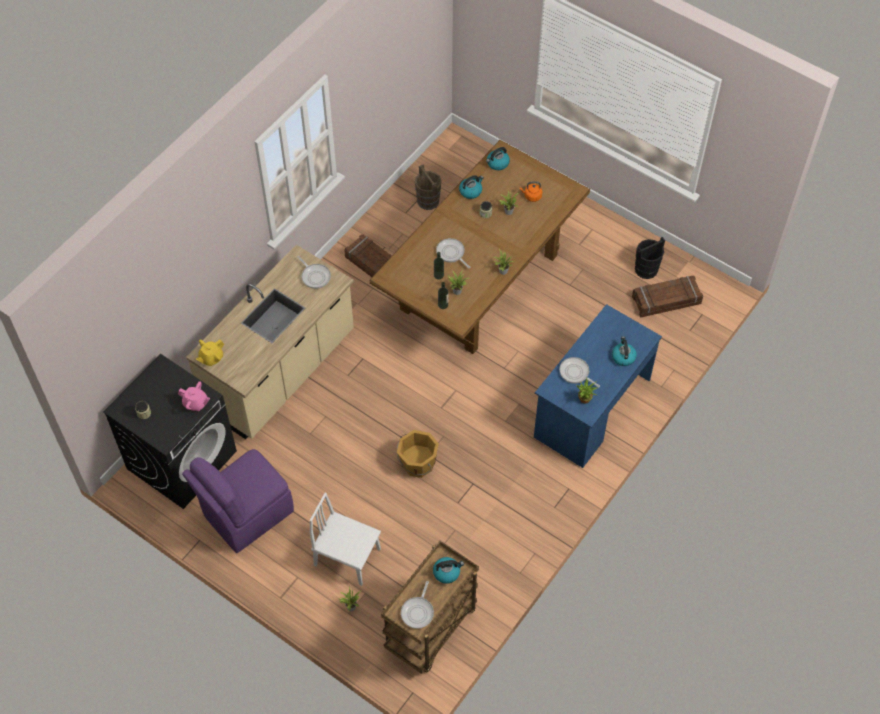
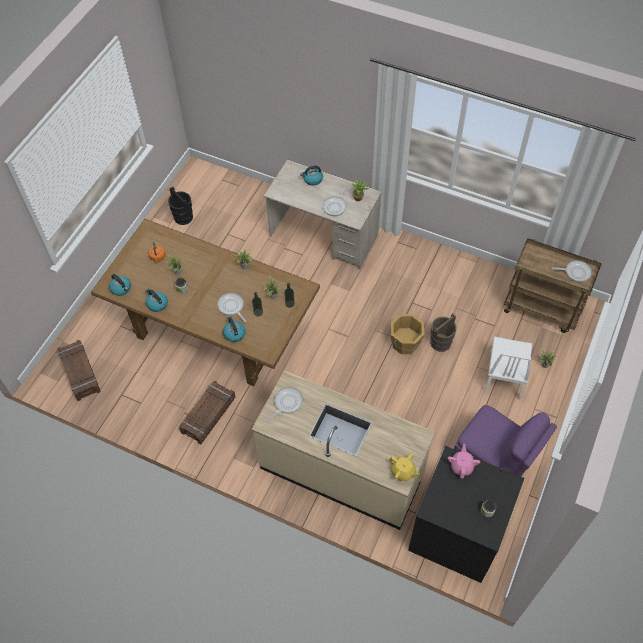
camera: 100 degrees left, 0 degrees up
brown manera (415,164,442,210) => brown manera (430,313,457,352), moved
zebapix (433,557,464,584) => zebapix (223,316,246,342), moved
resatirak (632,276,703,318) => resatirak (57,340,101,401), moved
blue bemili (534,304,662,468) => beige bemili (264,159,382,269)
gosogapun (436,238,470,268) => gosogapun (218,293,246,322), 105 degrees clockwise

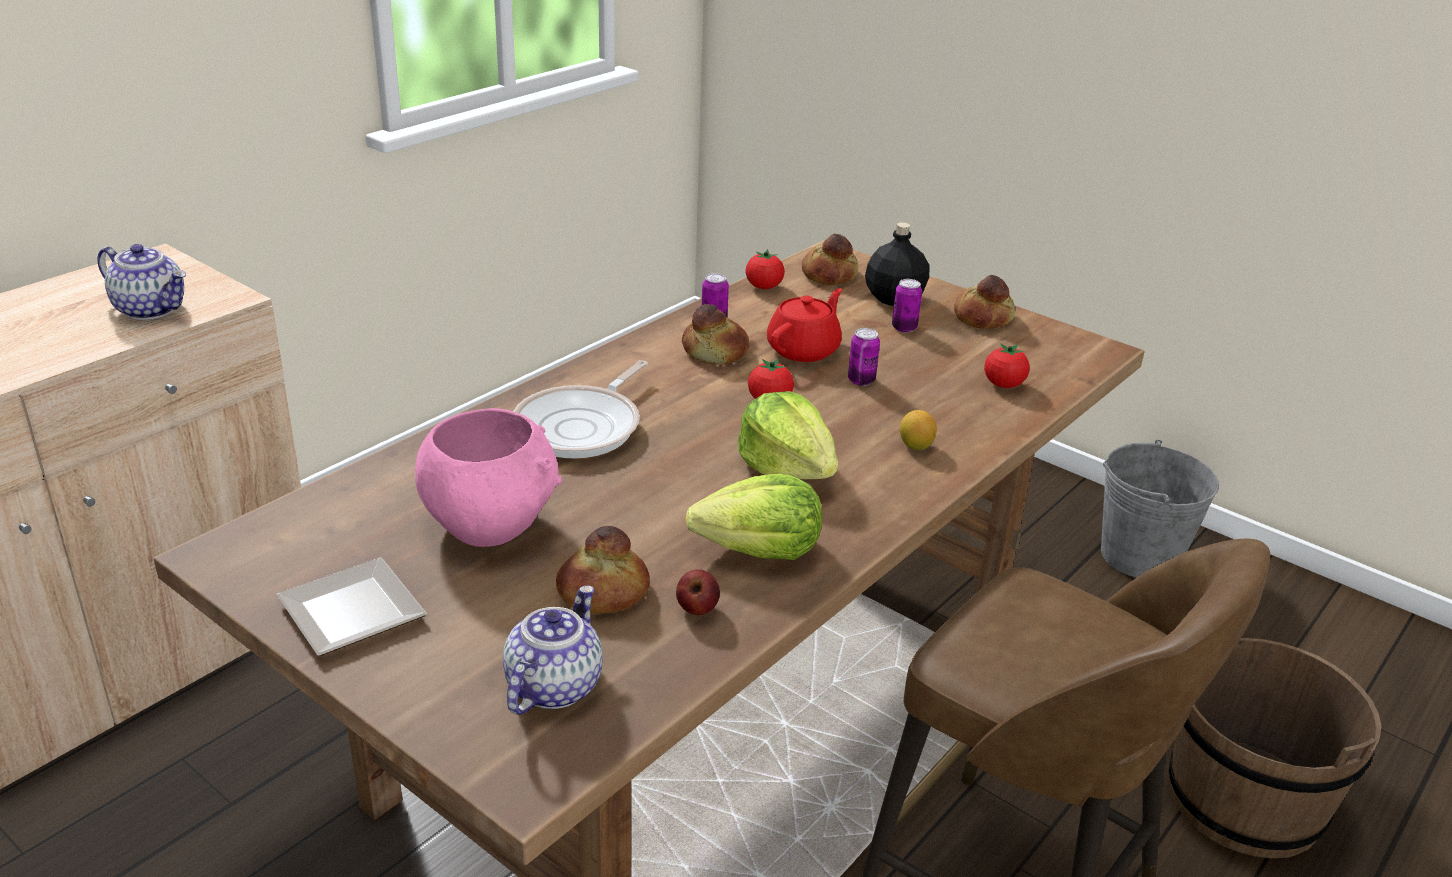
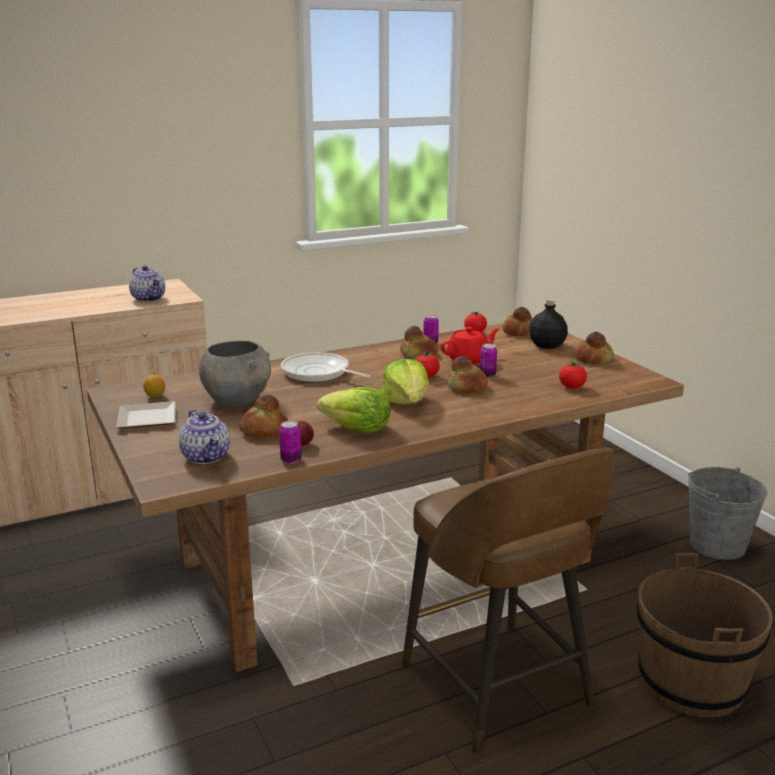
camera: 25 degrees right, 10 degrees down
nothing => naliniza (447,355,488,393)
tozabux (892,279,922,333) => tozabux (279,421,301,464), moved
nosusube (900,410,937,450) => nosusube (143,375,165,398), moved
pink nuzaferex (415,408,562,547) => grey nuzaferex (199,341,271,407)
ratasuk (503,585,603,715) => ratasuk (179,410,230,464), 105 degrees clockwise
gosogapun (513,360,648,459) => gosogapun (281,352,370,382), 75 degrees clockwise

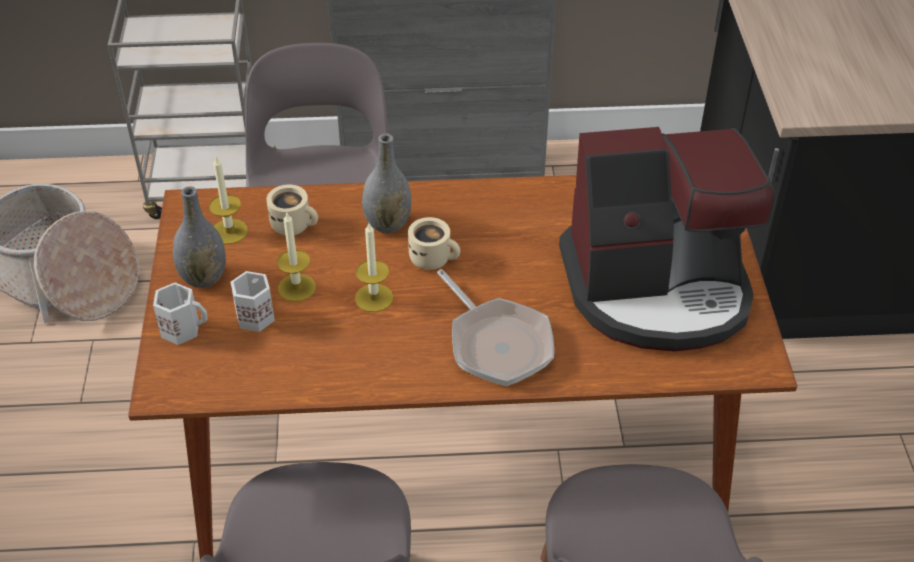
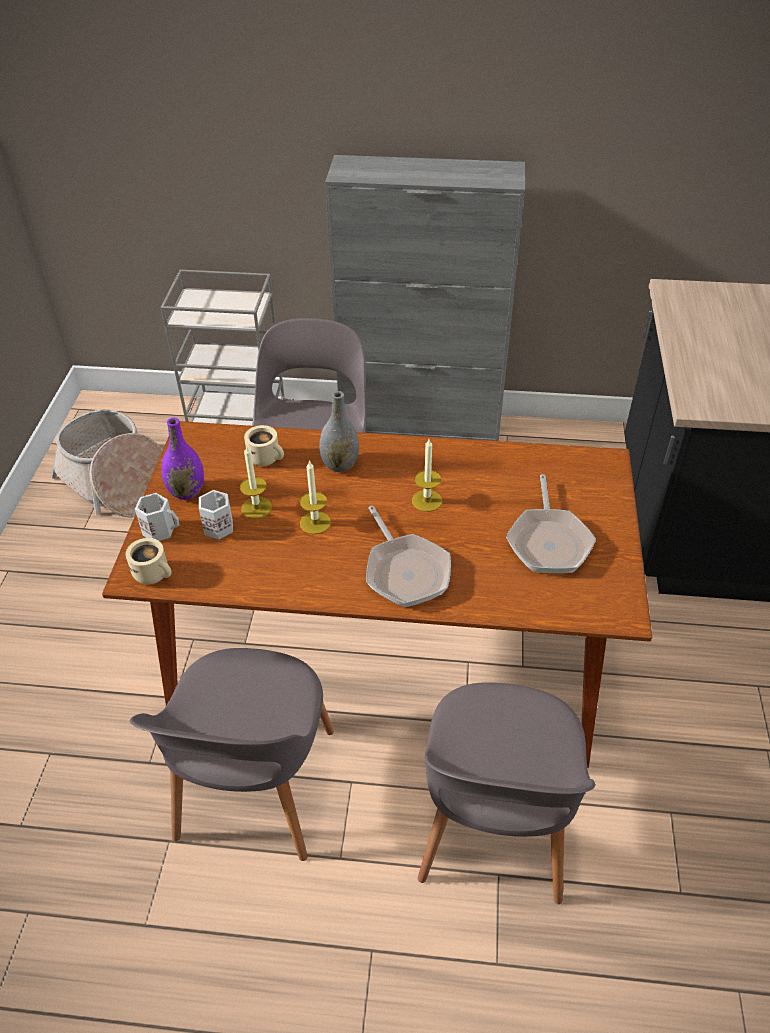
camera: 10 degrees right, 0 degrees up
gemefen (209,157,248,244) => gemefen (412,439,442,512), moved
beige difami (408,217,460,270) => beige difami (126,538,172,585), moved
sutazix (559,127,775,352) => gosogapun (506,474,596,573)
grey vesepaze (173,186,226,288) => purple vesepaze (162,418,204,500)

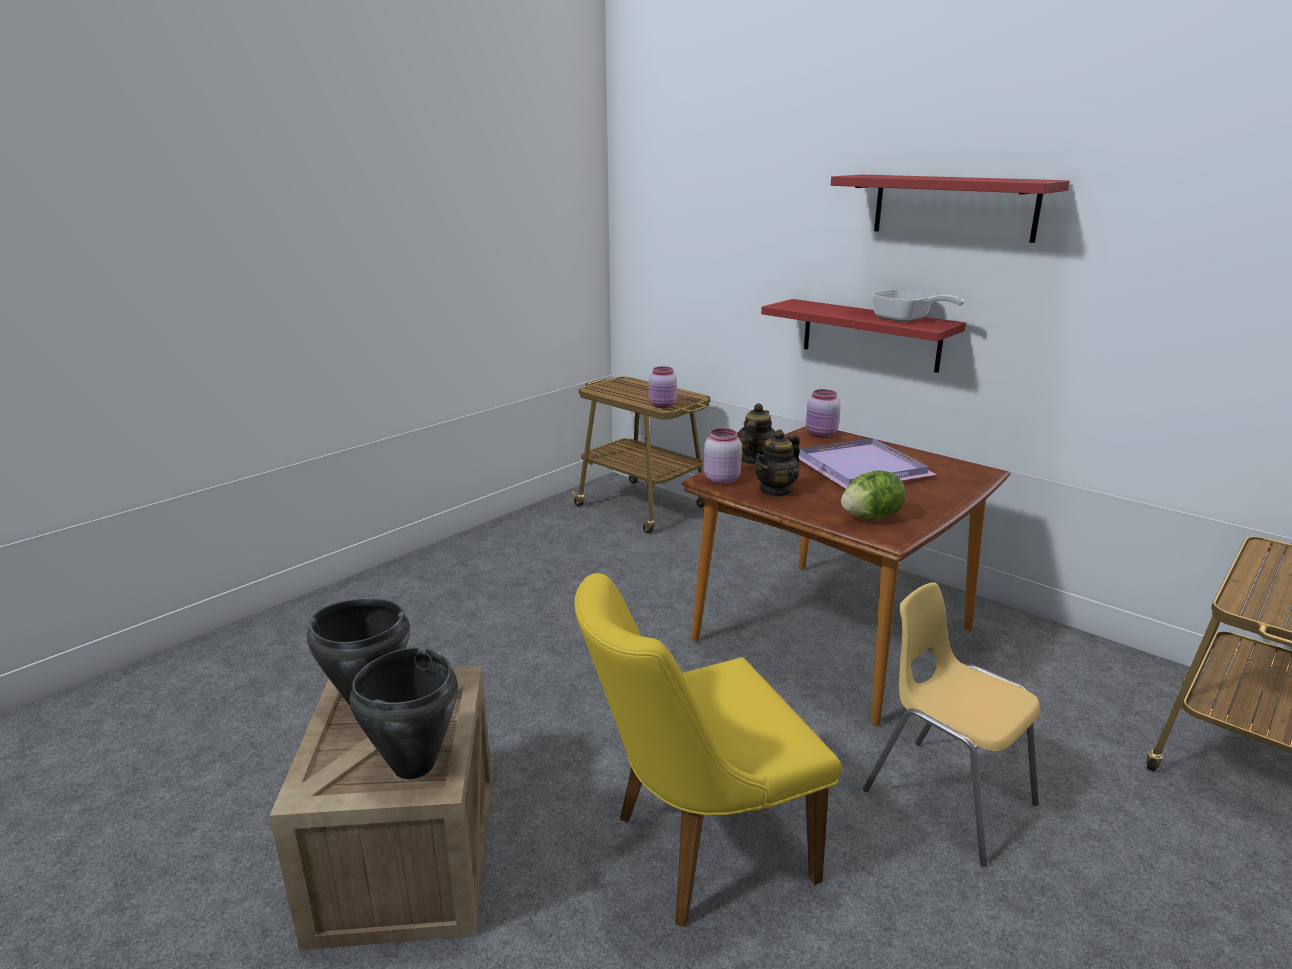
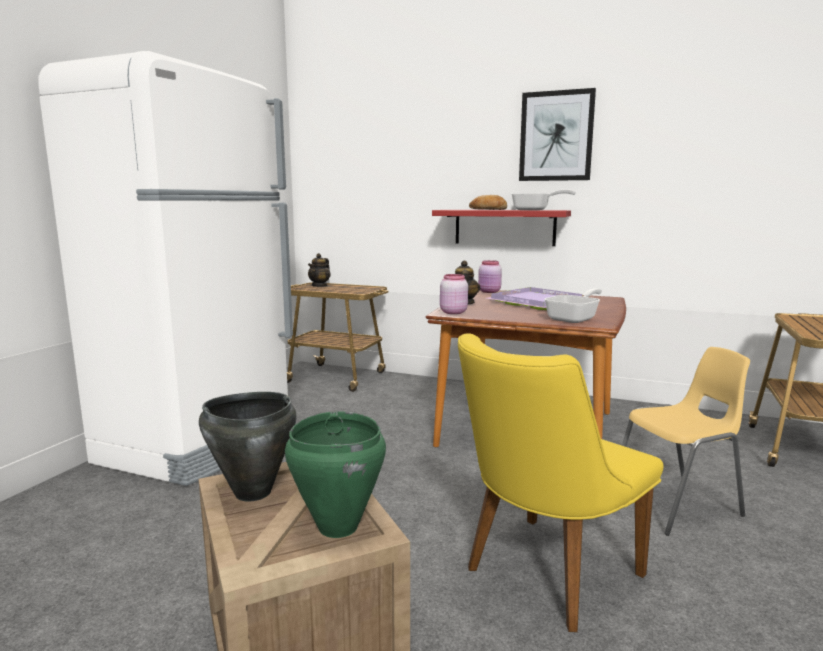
camera: 20 degrees left, 10 degrees down
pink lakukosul (649,366,677,408) => nothing
nothing => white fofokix (38,51,293,486)
nothing => naliniza (469,195,507,210)
ratasuk (754,429,800,497) => ratasuk (308,253,330,287), moved
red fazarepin (831,175,1070,243) => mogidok (519,88,596,181)
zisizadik (841,470,906,519) => gosogapun (544,288,602,323)
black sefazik (350,647,458,779) => green sefazik (285,411,386,538)
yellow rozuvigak (863,582,1040,867) => yellow rozuvigak (622,347,750,536), 135 degrees clockwise

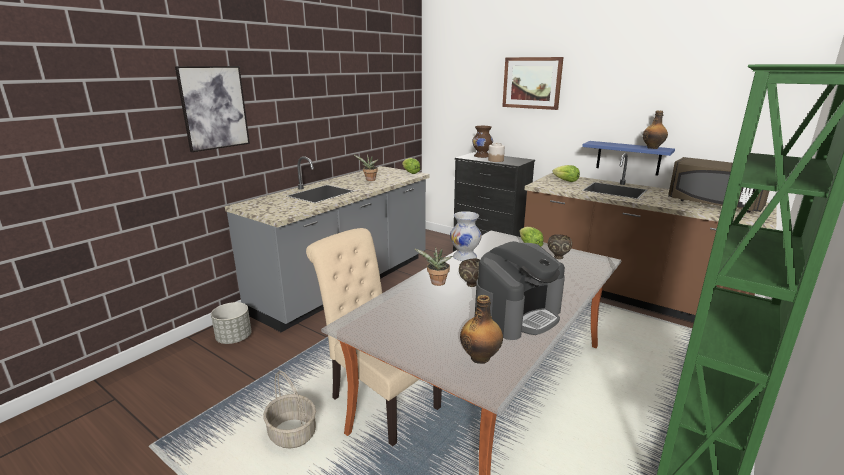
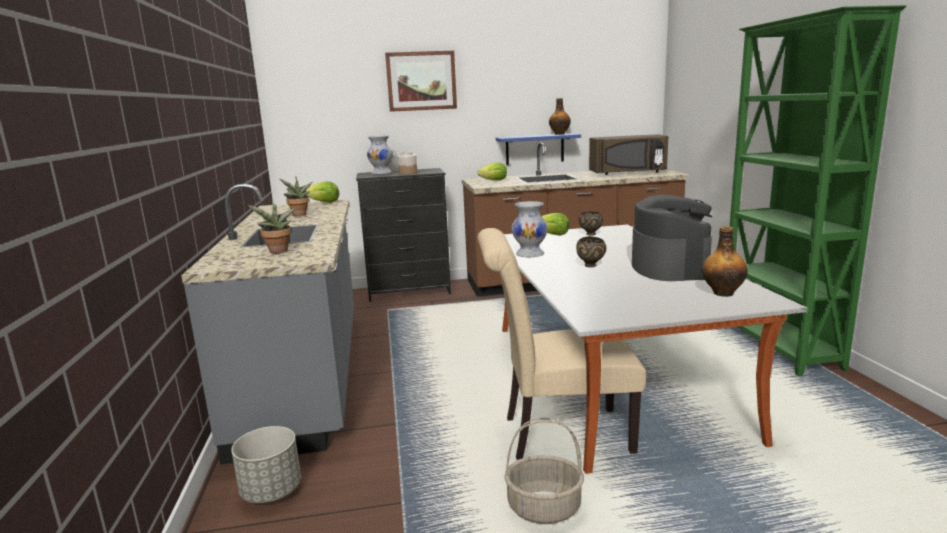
camera: 45 degrees left, 5 degrees down
mogidok (175,66,250,152) => nothing
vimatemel (414,247,453,286) => vimatemel (248,200,296,253), moved
brown vesepaze (472,126,493,158) => white vesepaze (367,135,393,174)

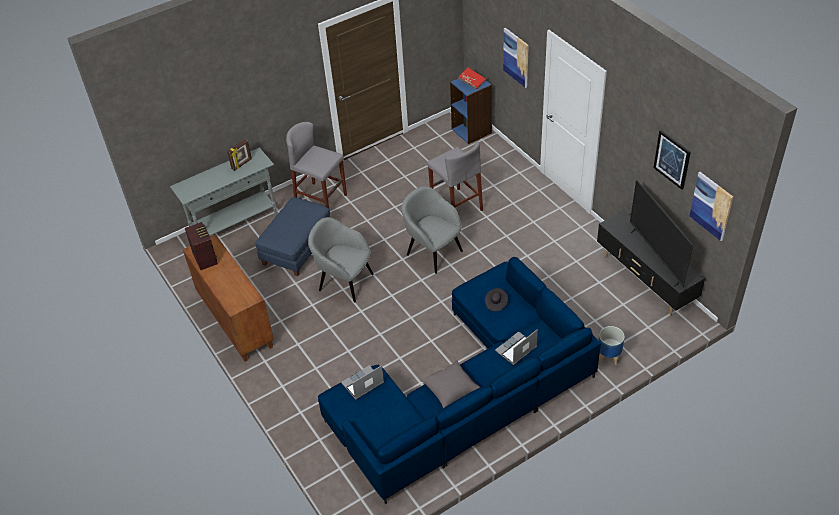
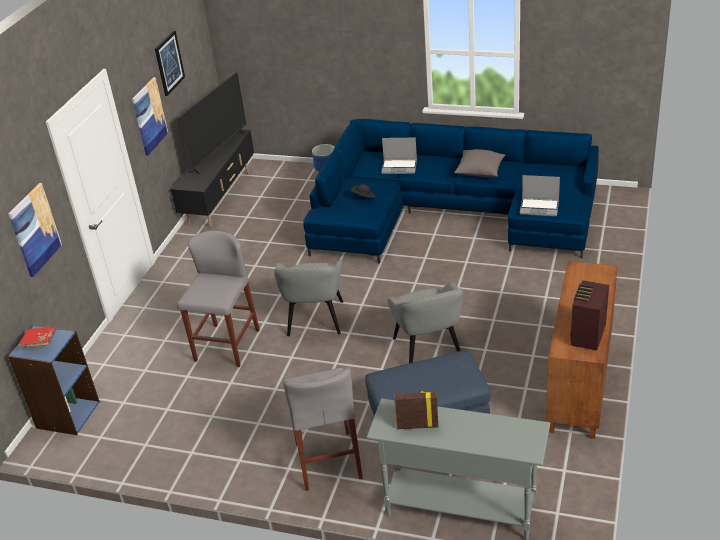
camera: 130 degrees left, 10 degrees down
mogidok (690,172,733,241) => mogidok (132,77,168,156), moved

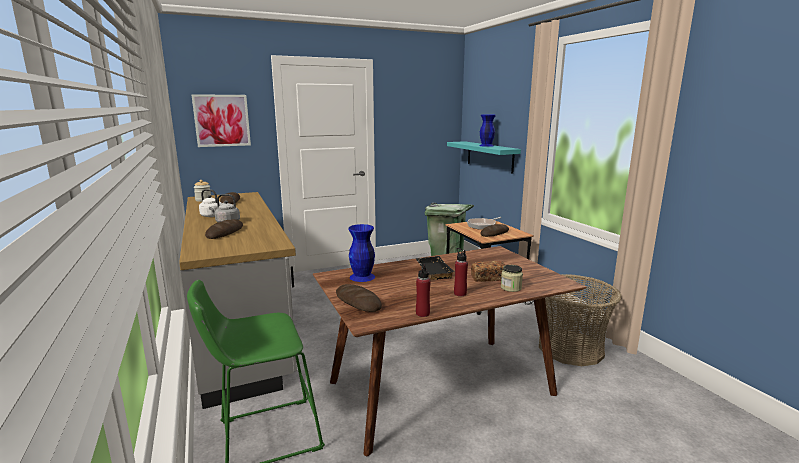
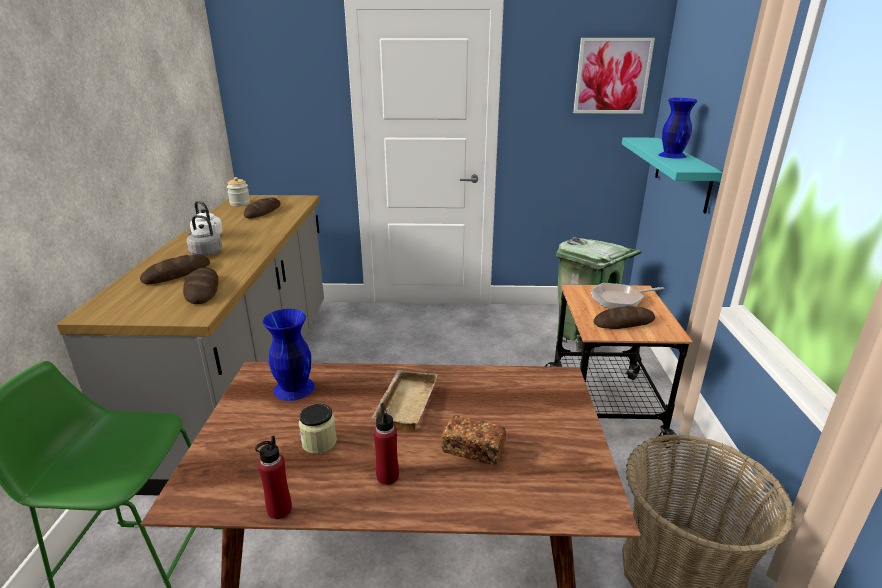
camera: 25 degrees right, 10 degrees up
mogidok (191,94,251,147) => mogidok (573,38,655,114), moved
naliniza (336,284,382,312) => naliniza (183,267,219,304), moved
lakukosul (501,265,523,292) => lakukosul (299,404,337,454), moved
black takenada (416,256,454,280) => beige takenada (371,370,438,430)

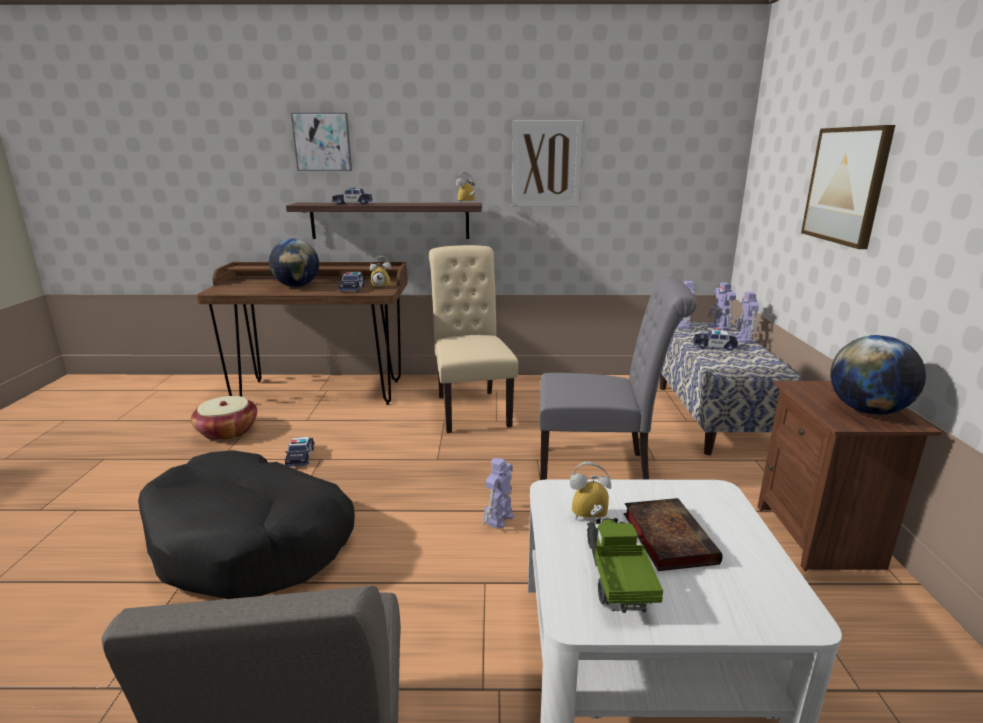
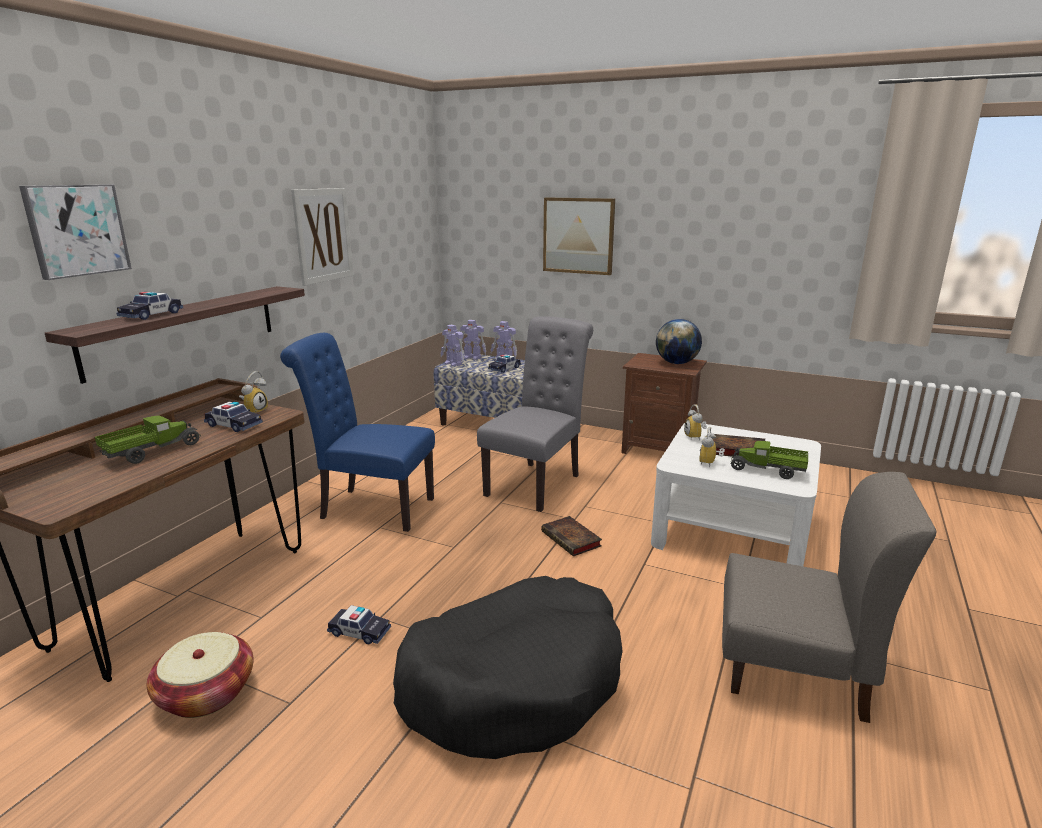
camera: 65 degrees left, 0 degrees up
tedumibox (456,172,475,204) => tedumibox (684,404,707,441), moved
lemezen (269,239,319,287) => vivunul (95,415,201,464)
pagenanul (483,458,514,529) => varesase (541,516,602,556)
beige rozuvigak (429,245,518,433) => blue rozuvigak (280,333,435,532)

